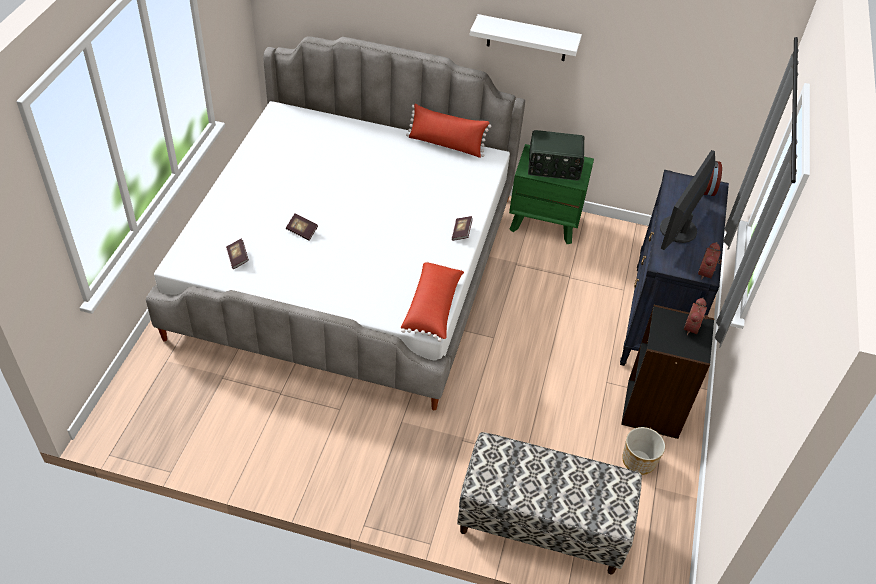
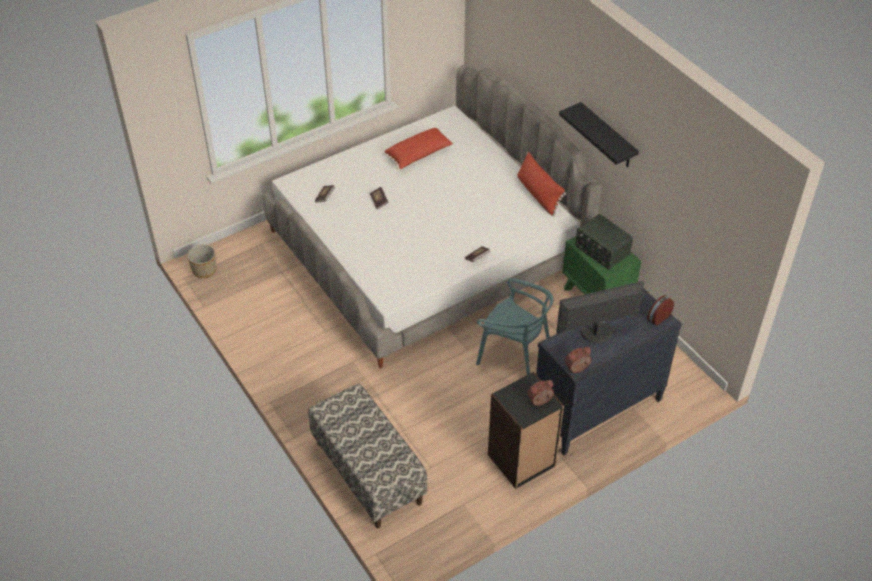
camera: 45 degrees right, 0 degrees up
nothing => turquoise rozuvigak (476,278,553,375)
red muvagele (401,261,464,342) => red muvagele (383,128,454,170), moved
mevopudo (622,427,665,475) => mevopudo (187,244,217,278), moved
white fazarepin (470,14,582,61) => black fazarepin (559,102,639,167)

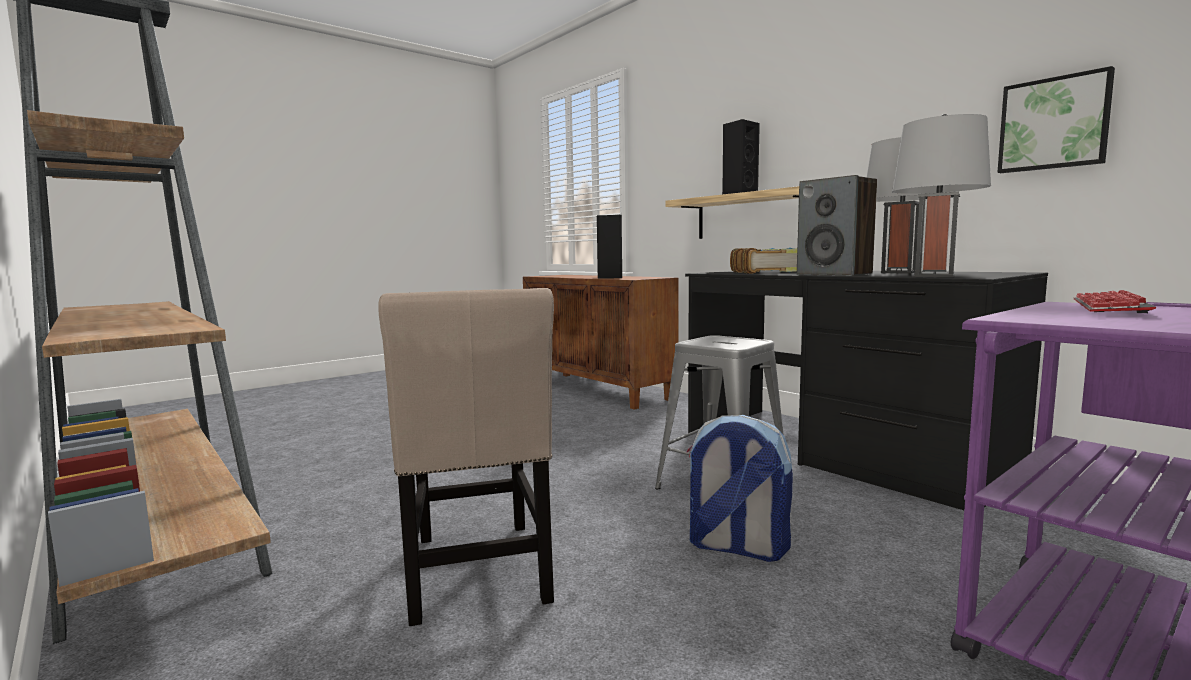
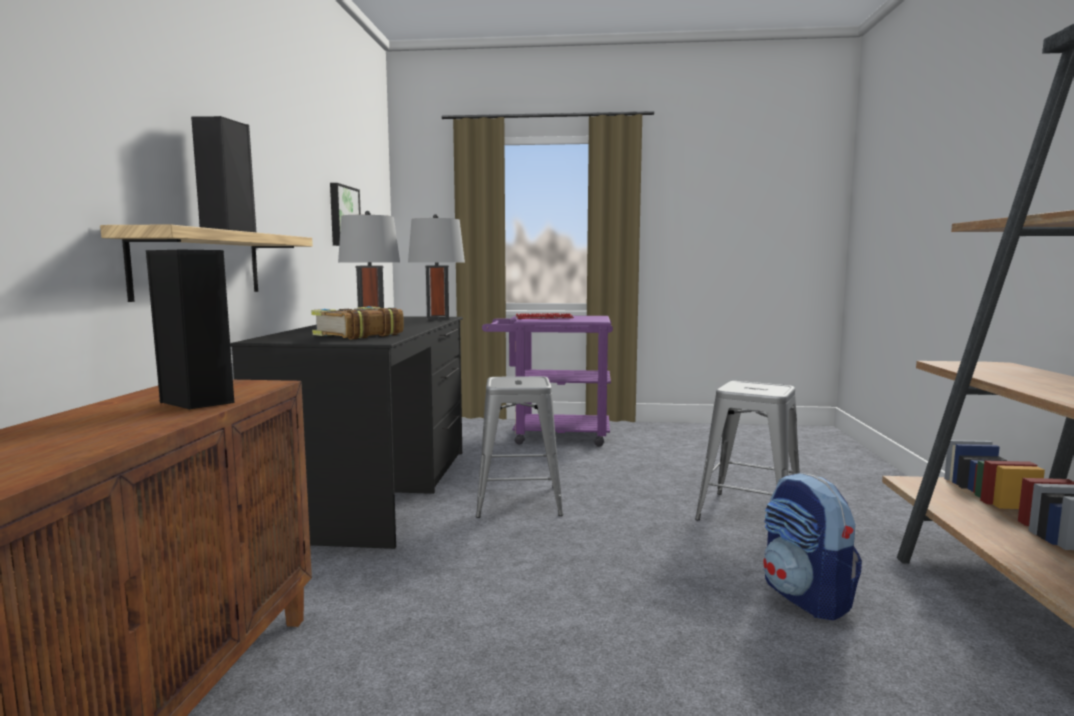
camera: 135 degrees left, 0 degrees up
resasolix (797,175,877,276) => nothing
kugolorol (687,415,793,562) => kugolorol (763,473,862,620), moved
beige rozuvigak (378,288,554,626) => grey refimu (695,381,800,520)

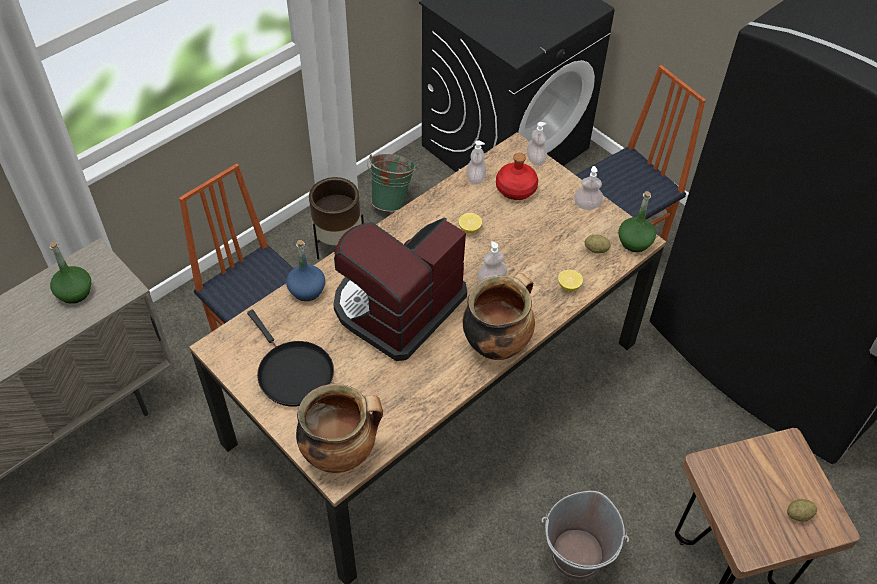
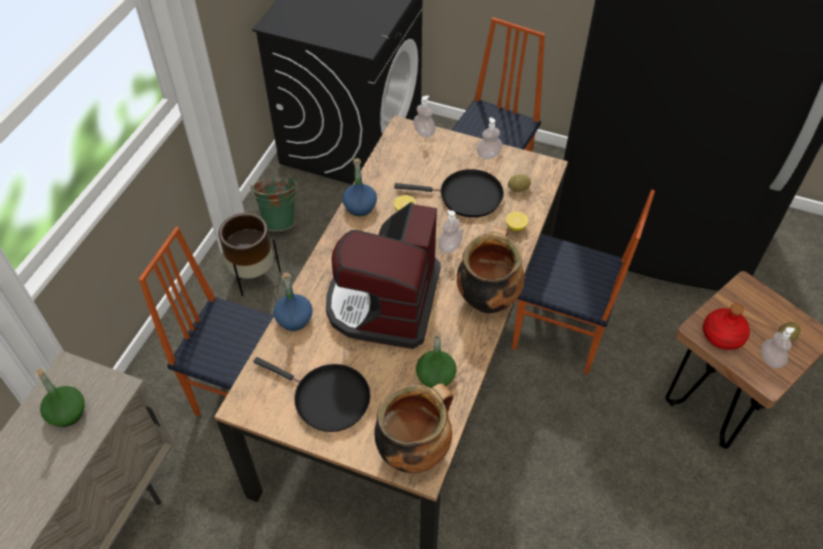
camera: 25 degrees left, 0 degrees up
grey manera (542,491,629,581) => nothing
nothing => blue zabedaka (342,158,377,216)
nothing => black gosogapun (394,169,504,218)
nothing => rozuvigak (512,190,655,374)
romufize (467,140,486,185) => romufize (761,327,795,369), moved
red zabedaka (496,153,538,200) => red zabedaka (703,303,750,350), moved
green zabedaka (618,191,656,252) => green zabedaka (416,331,457,388), moved

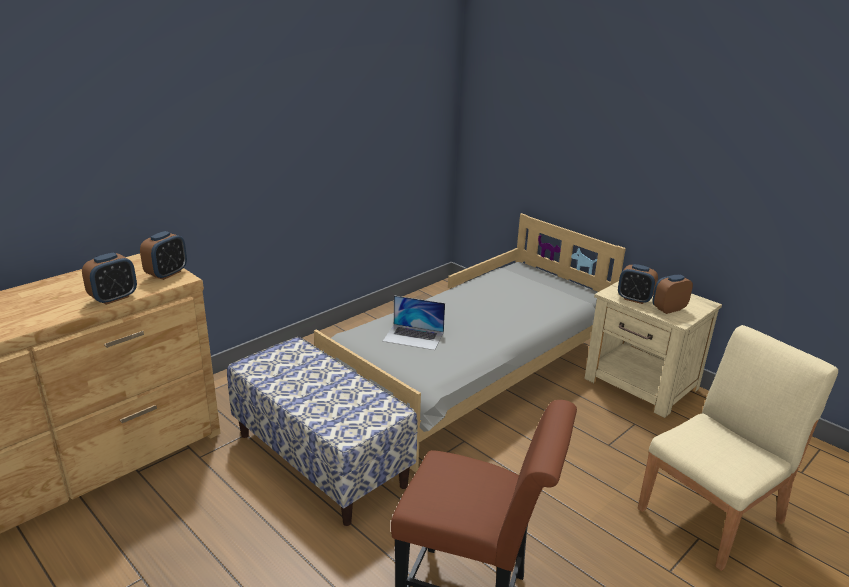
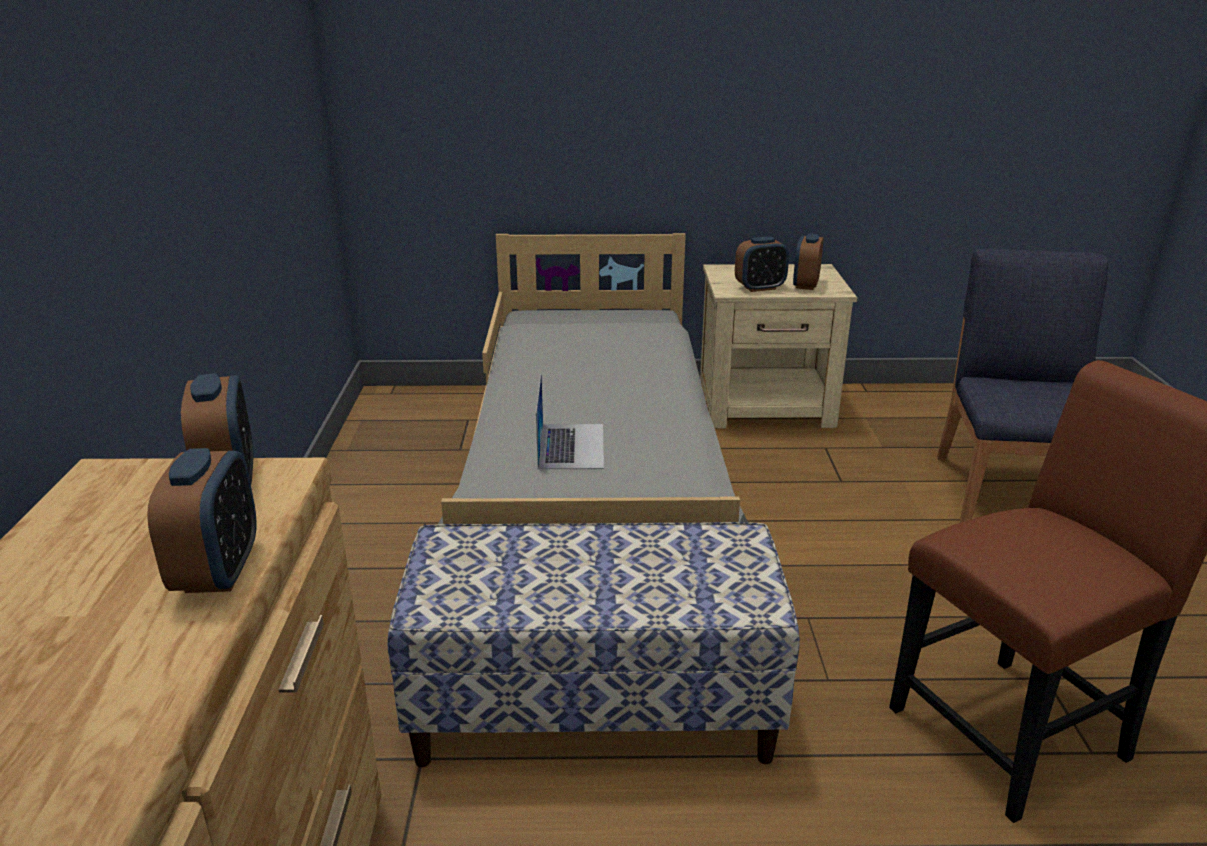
camera: 45 degrees left, 0 degrees up
beige rozuvigak (638,325,838,571) => blue rozuvigak (937,249,1108,523)
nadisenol (383,296,445,350) => nadisenol (536,373,604,469), 60 degrees counterclockwise

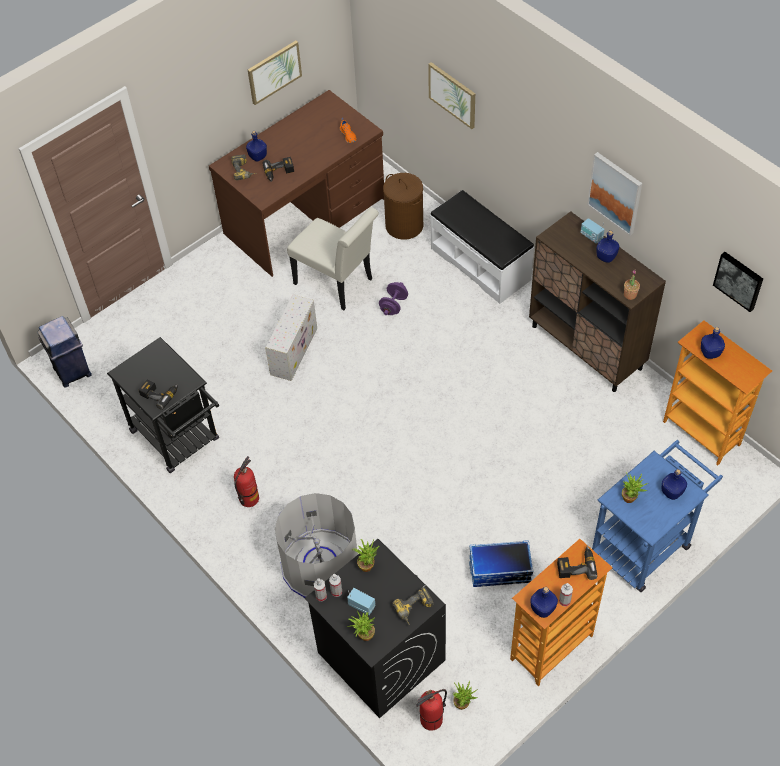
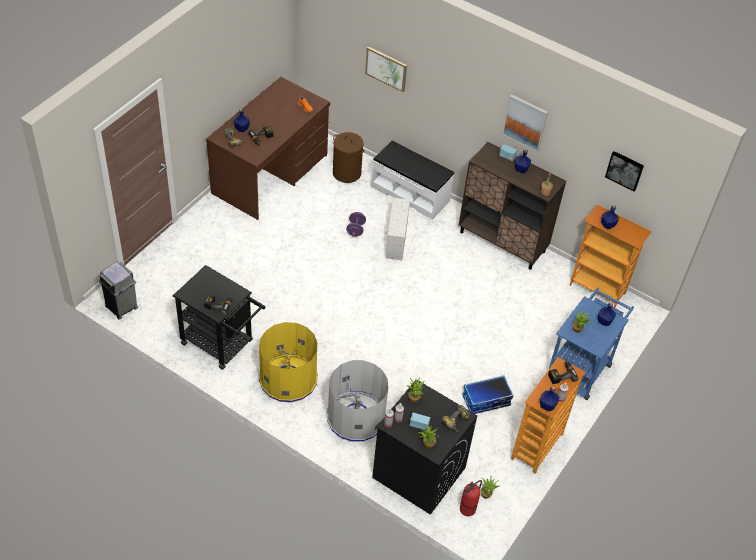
camera: 20 degrees left, 5 degrees down
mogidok (248,41,302,105) => nothing
white rozuvigak (287,207,379,310) => nothing
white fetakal (265,295,317,381) => white fetakal (385,198,410,260), moved
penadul (234,456,259,507) => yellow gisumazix (259,322,318,403)
blue gisumazix (37,316,92,388) => grey gisumazix (99,262,138,319)

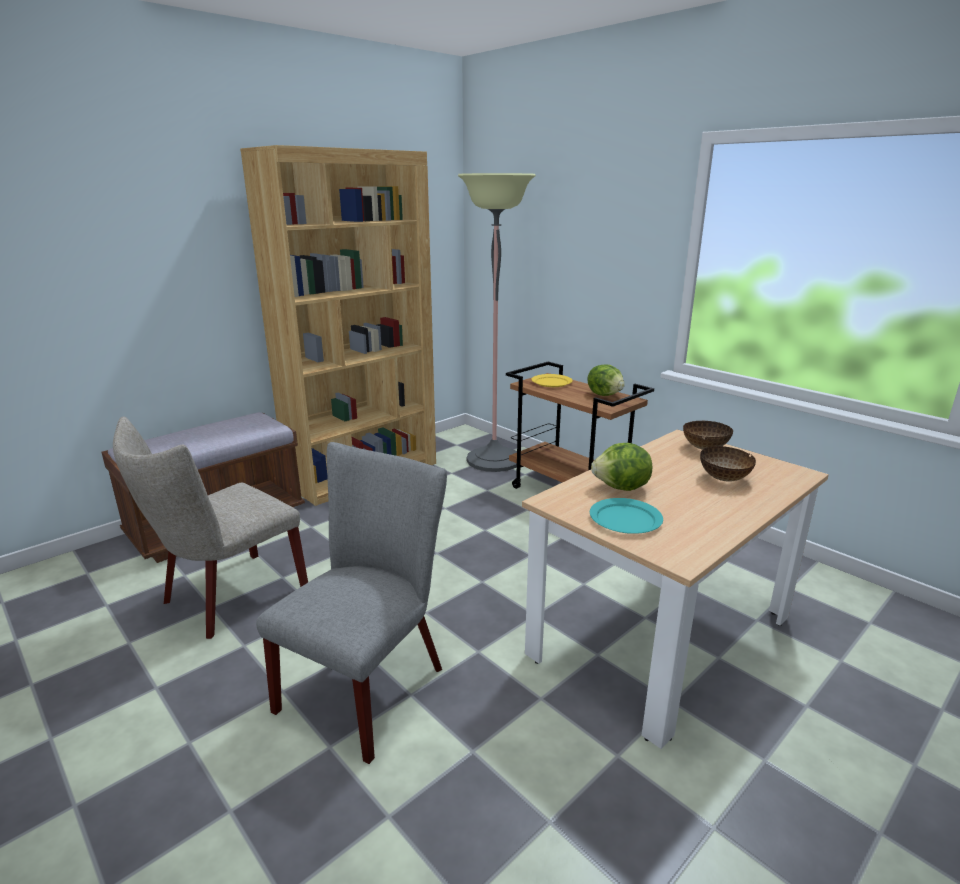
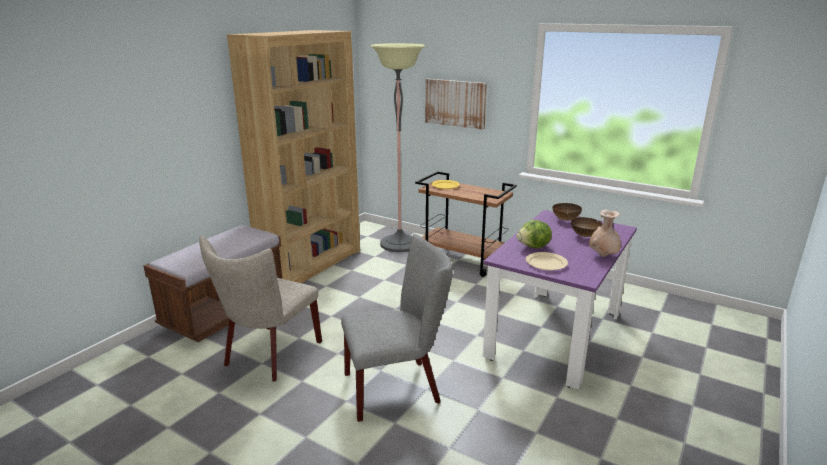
camera: 15 degrees left, 0 degrees up
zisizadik (587,365,625,396) => nothing
nothing => mogidok (425,79,487,130)
nothing => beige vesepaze (589,210,621,257)
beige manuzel (522,429,829,749) => purple manuzel (483,210,637,390)
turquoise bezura (590,498,663,534) => beige bezura (526,252,568,270)
grey rozuvigak (256,442,447,764) => grey rozuvigak (341,234,453,422), 60 degrees clockwise

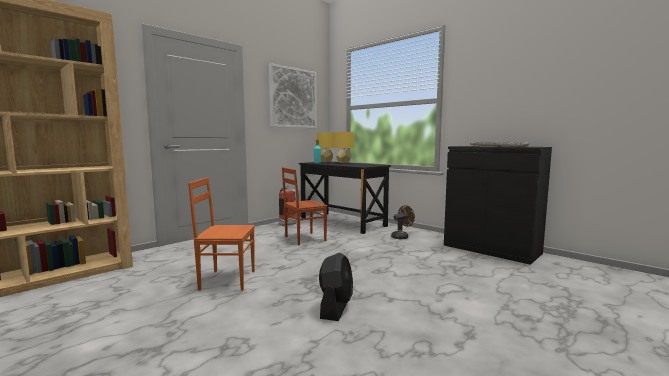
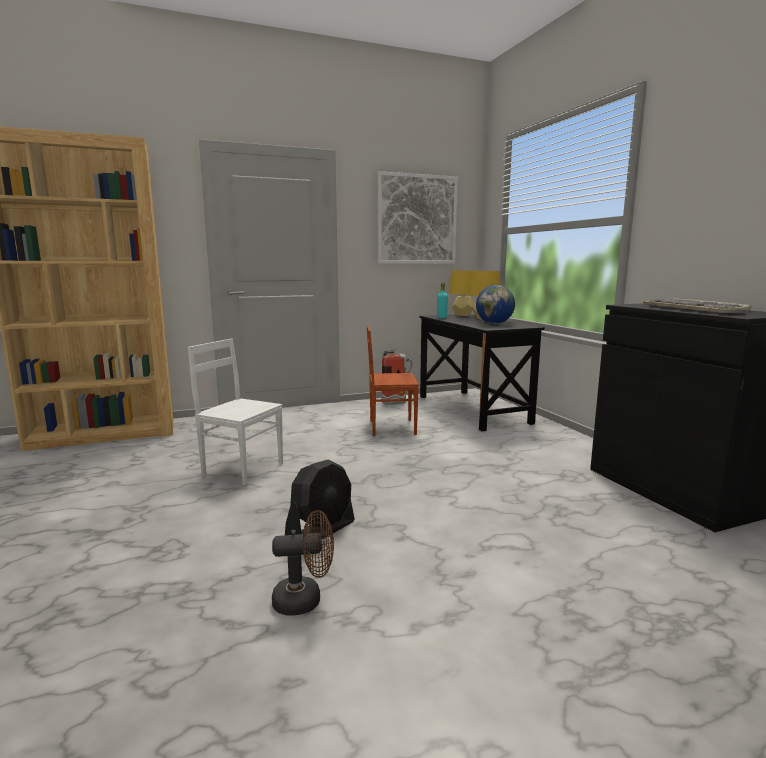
camera: 25 degrees right, 5 degrees up
nothing => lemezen (476,285,515,324)
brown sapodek (391,205,415,239) => brown sapodek (272,510,334,615), moved
orange rozuvigak (188,177,255,290) => white rozuvigak (188,339,283,485)

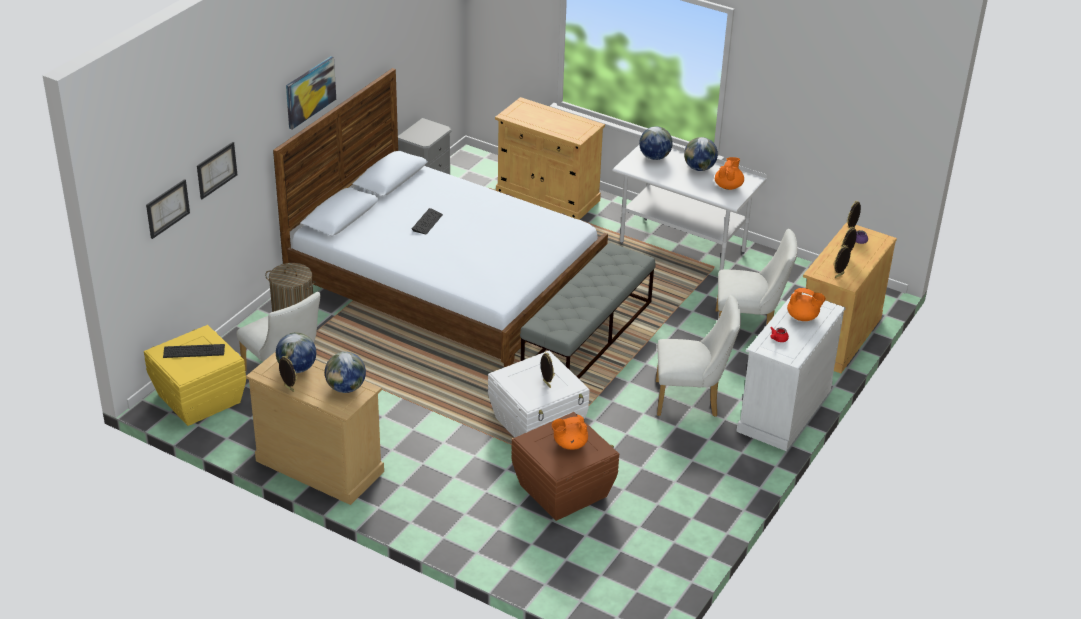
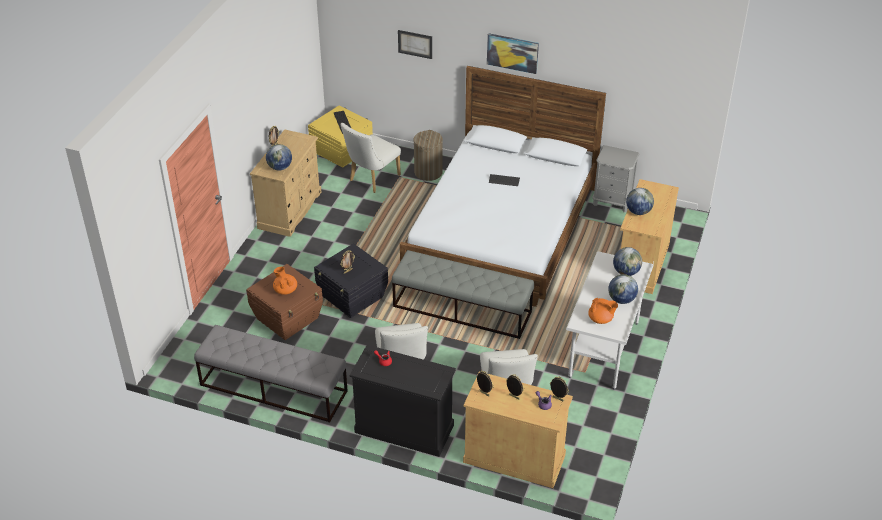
camera: 80 degrees right, 5 degrees up
mogidok (146,179,190,239) => nothing
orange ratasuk (787,288,826,321) => nothing
nothing => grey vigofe (194,325,348,422)
lemezen (276,332,316,373) => lemezen (626,188,654,215), moved
white fetakal (488,351,590,438) => black fetakal (314,243,388,318)
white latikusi (736,291,846,451) => black latikusi (350,345,456,457)

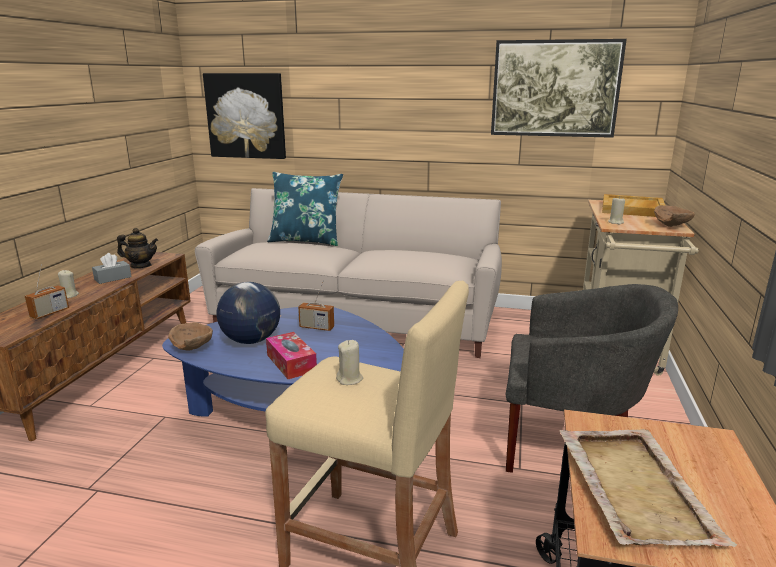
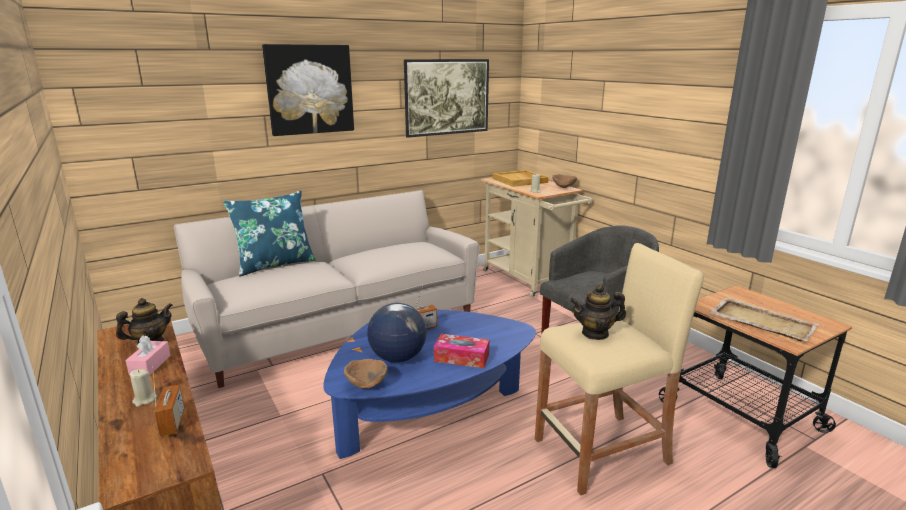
camera: 45 degrees left, 0 degrees up
mogidok (203,73,286,159) => mogidok (262,44,354,136), moved
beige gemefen (336,340,363,385) => ratasuk (570,284,626,340)
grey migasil (92,253,132,284) => pink migasil (125,336,171,376)

